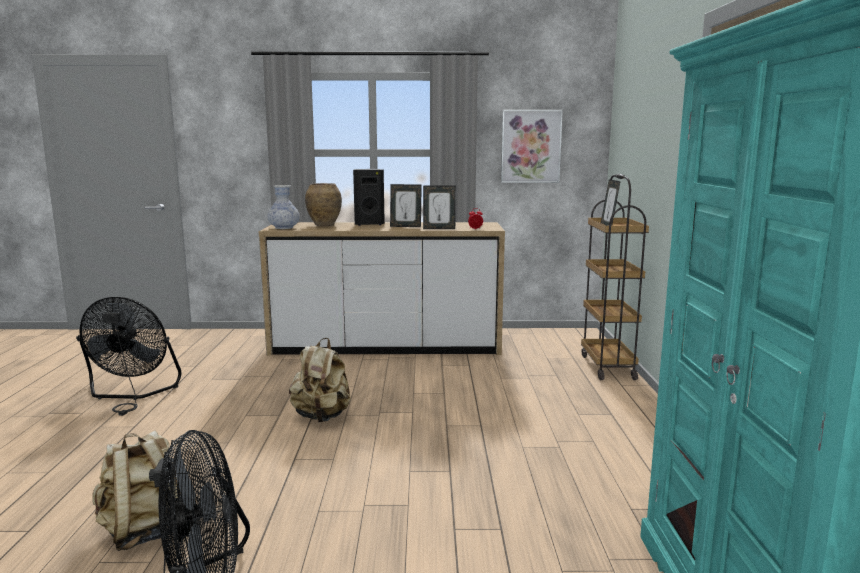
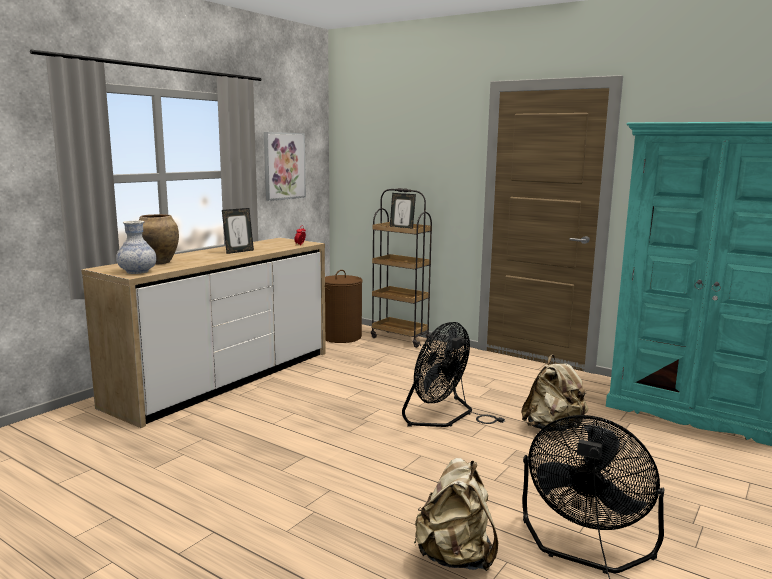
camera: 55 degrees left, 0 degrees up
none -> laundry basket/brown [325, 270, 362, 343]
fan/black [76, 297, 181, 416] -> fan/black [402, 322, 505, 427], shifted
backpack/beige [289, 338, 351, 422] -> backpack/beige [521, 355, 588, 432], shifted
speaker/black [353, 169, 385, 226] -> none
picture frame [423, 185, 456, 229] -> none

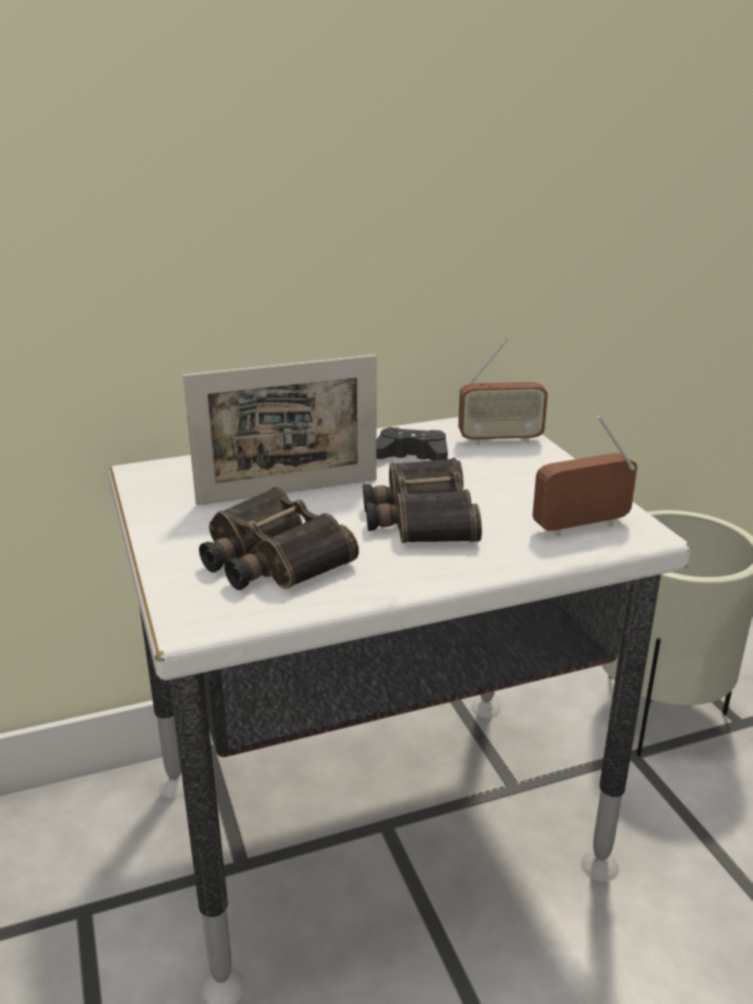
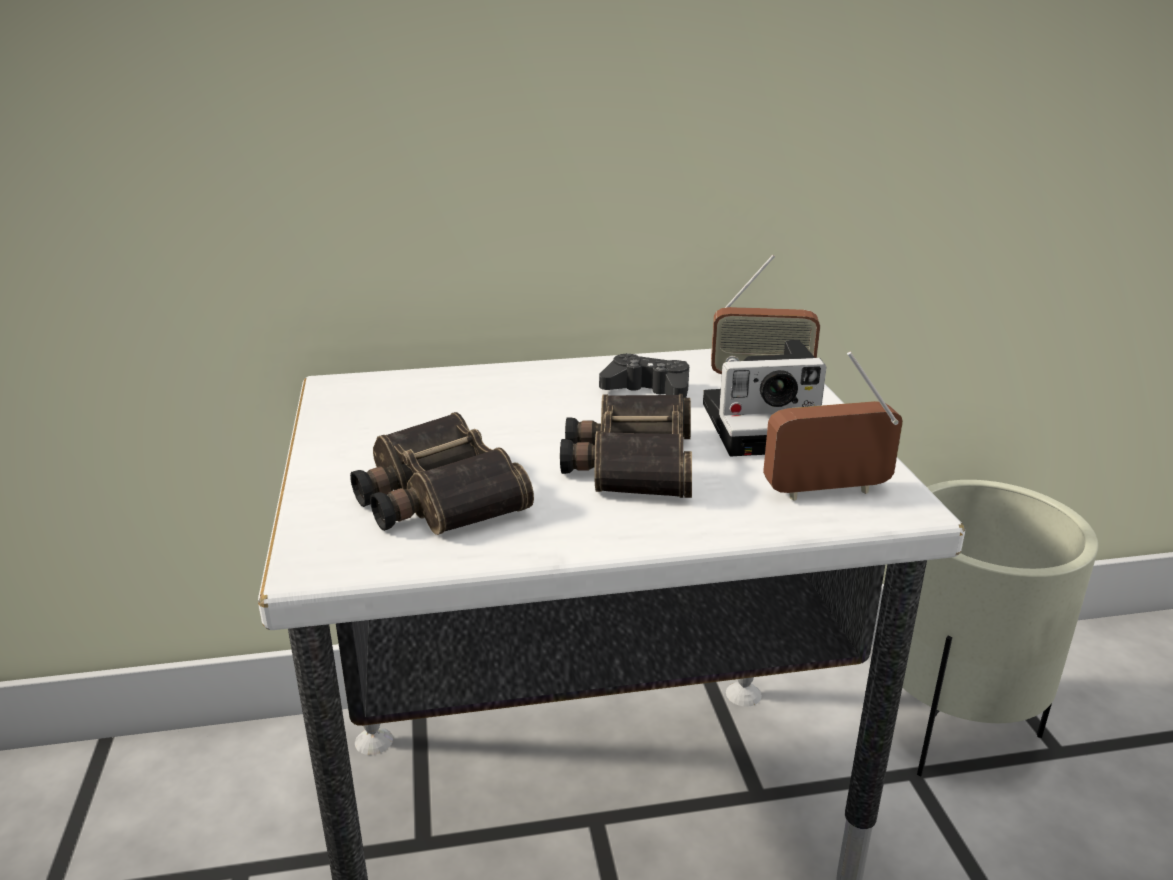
camera: 10 degrees right, 0 degrees up
none -> photo camera [703, 340, 826, 456]
picture frame [183, 355, 377, 505] -> none

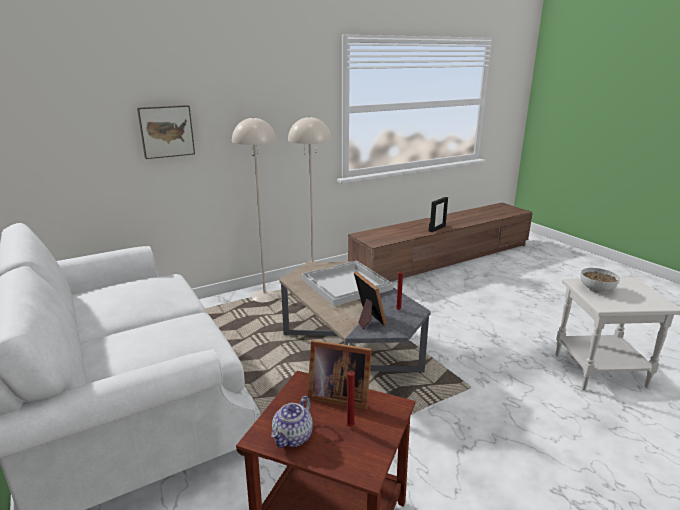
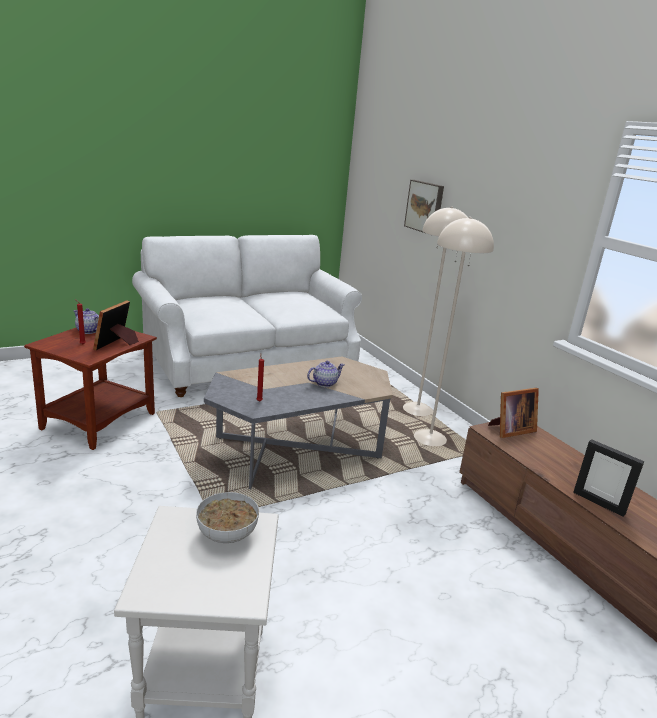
camera: 90 degrees right, 0 degrees up
tray/white [302, 260, 393, 306] -> teapot [307, 361, 345, 387]
picture frame [354, 272, 387, 329] -> picture frame [488, 388, 539, 438], shifted

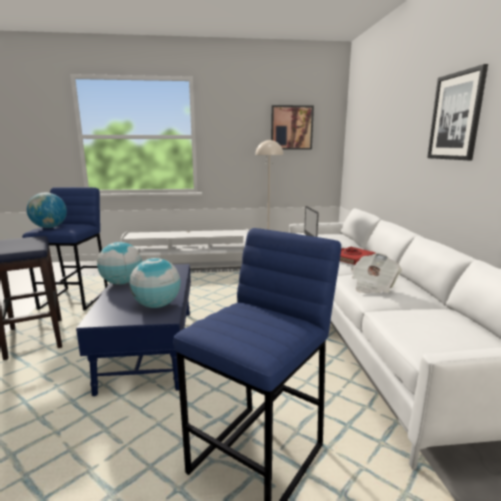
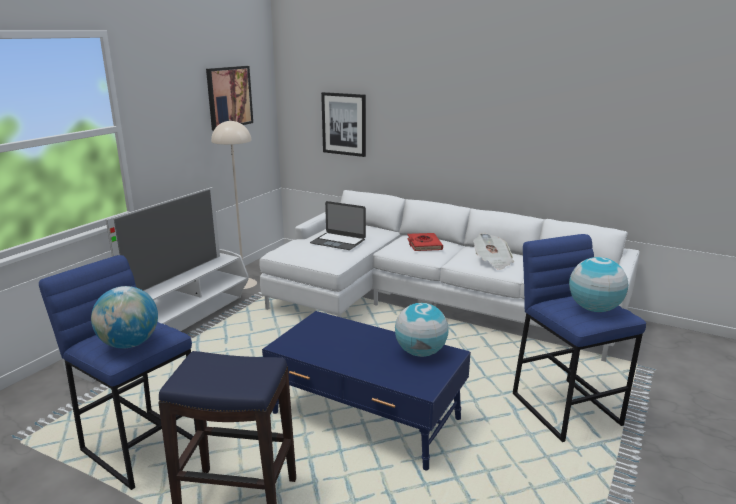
camera: 55 degrees left, 5 degrees up
none -> television [106, 187, 220, 291]
picture [427, 64, 488, 160] -> picture [321, 92, 366, 157], shifted
globe [97, 242, 142, 285] -> globe [569, 257, 628, 312], shifted

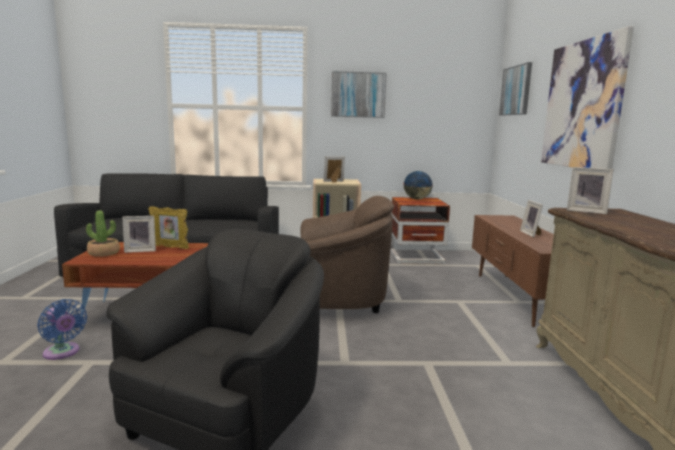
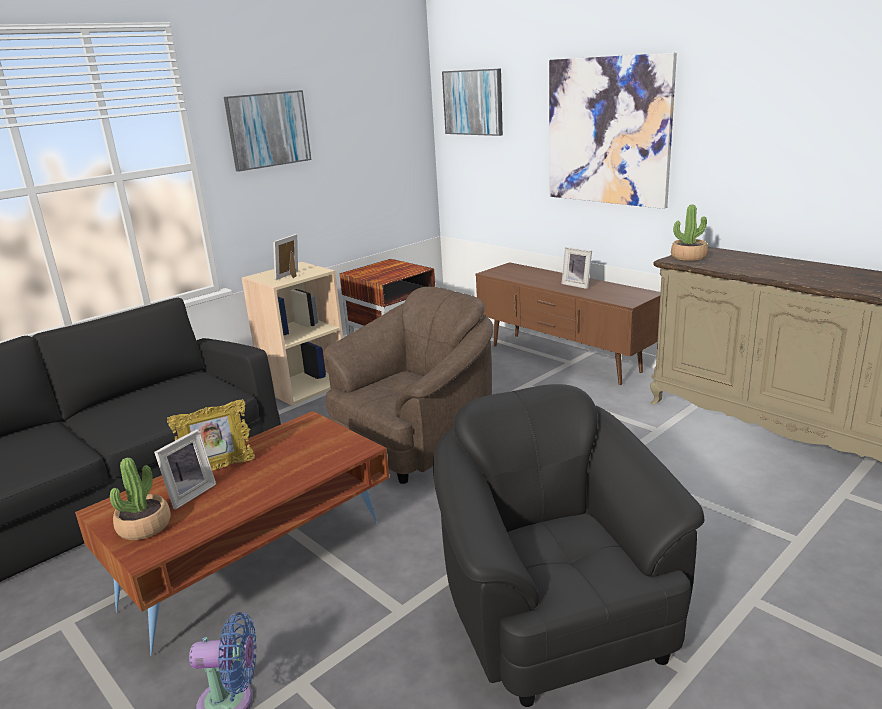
camera: 40 degrees left, 10 degrees up
picture frame [567, 167, 614, 214] -> potted plant [671, 204, 708, 261]
globe [403, 171, 433, 199] -> none

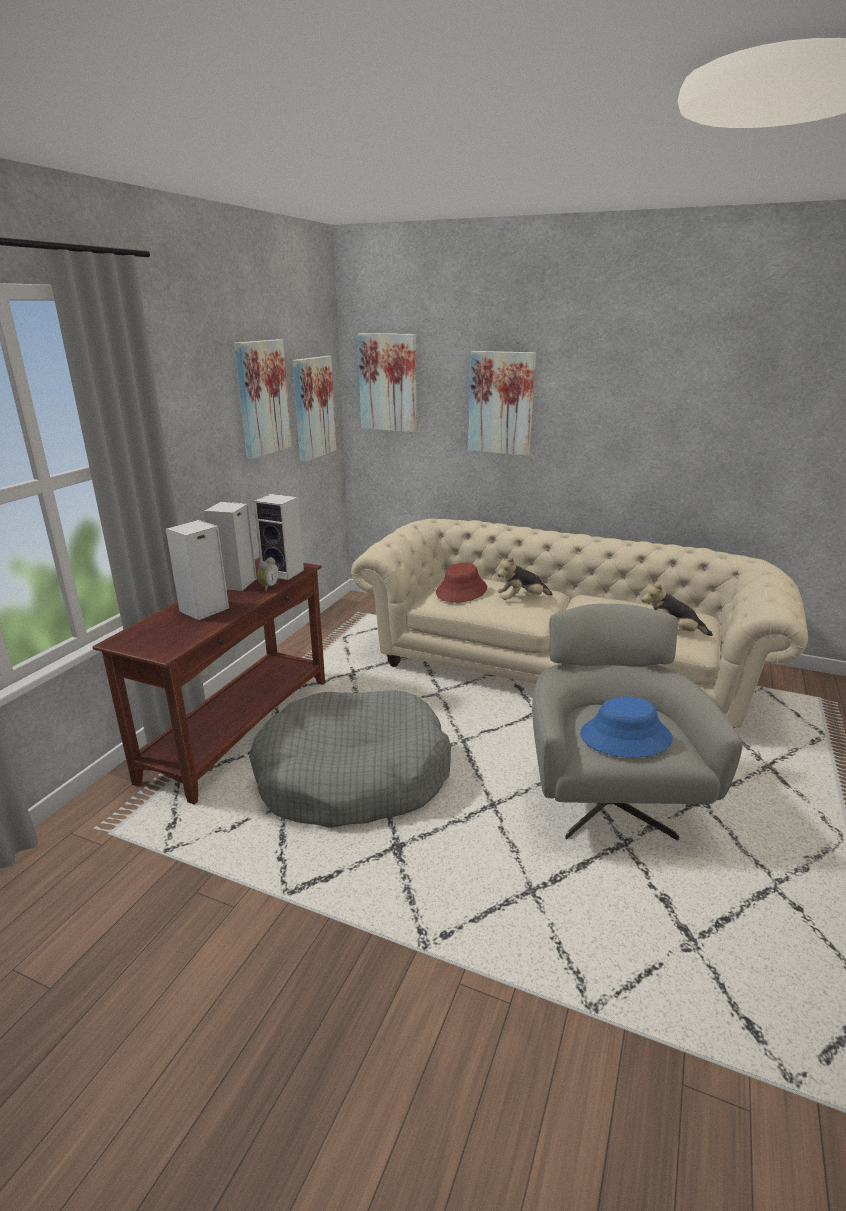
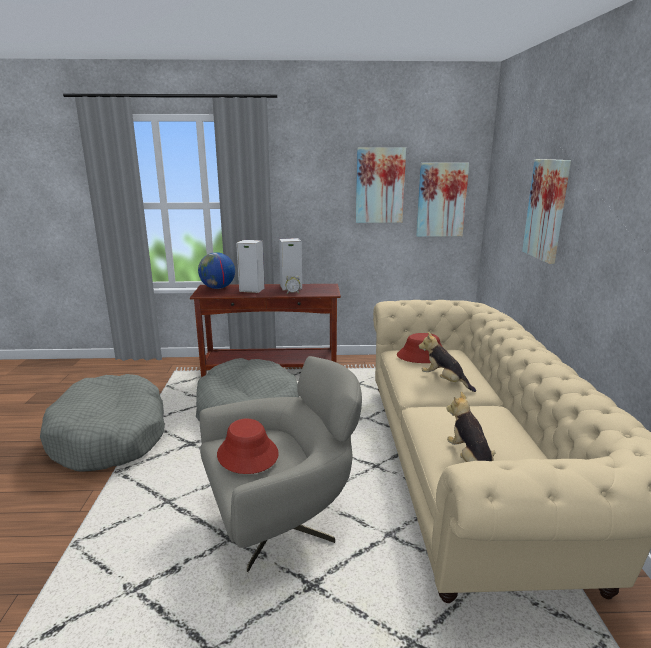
camera: 65 degrees right, 5 degrees down
none -> dog bed/grey [40, 374, 165, 472]
none -> globe [198, 252, 235, 289]
hat/blue [580, 696, 673, 757] -> hat/red [217, 419, 279, 474]
speaker [254, 494, 304, 580] -> none
picture [358, 333, 417, 432] -> none

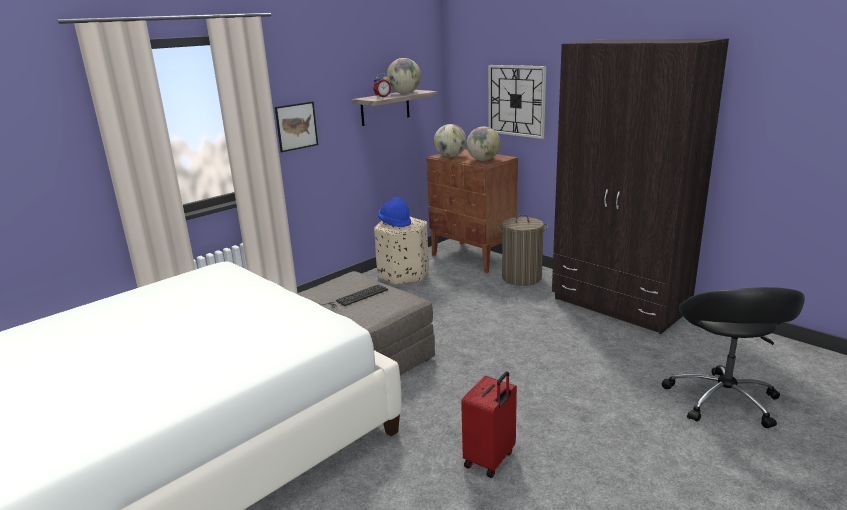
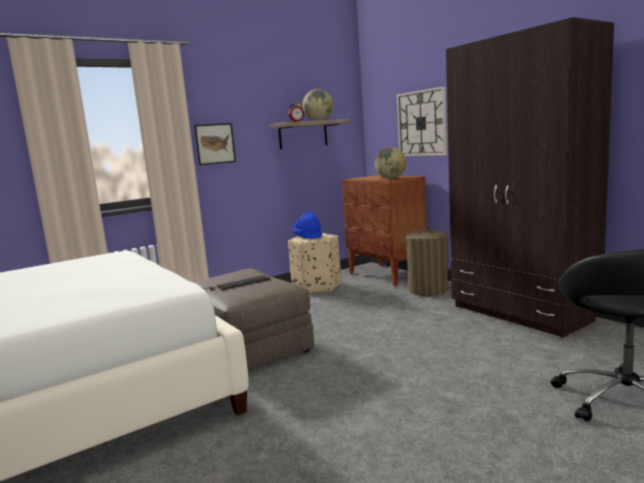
camera: 10 degrees right, 10 degrees down
globe [434, 124, 467, 157] -> none
suitcase/red [461, 371, 517, 478] -> none

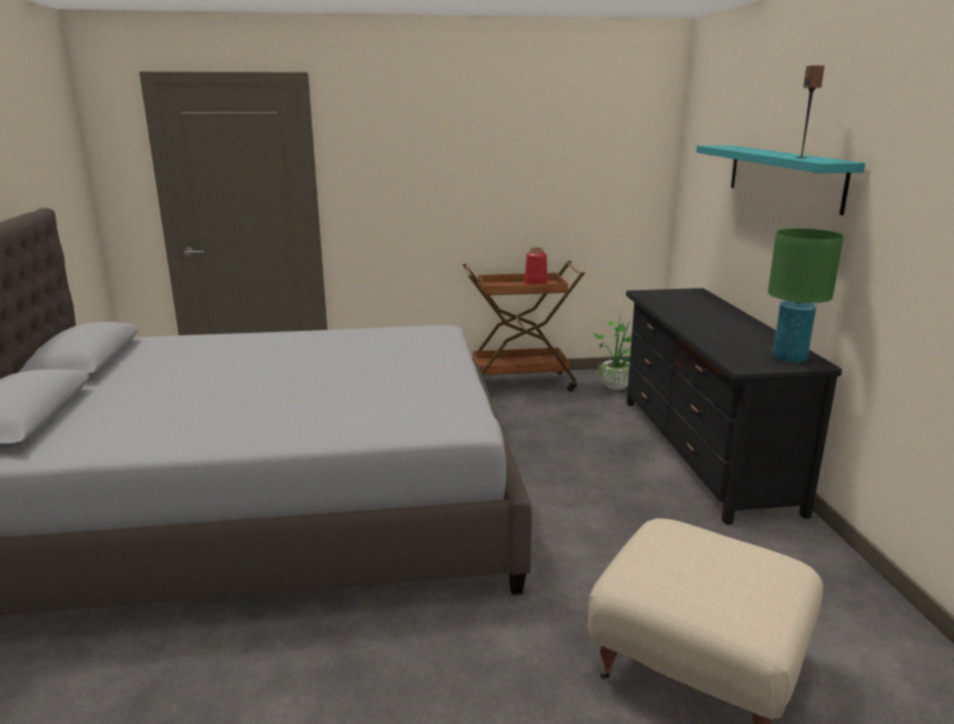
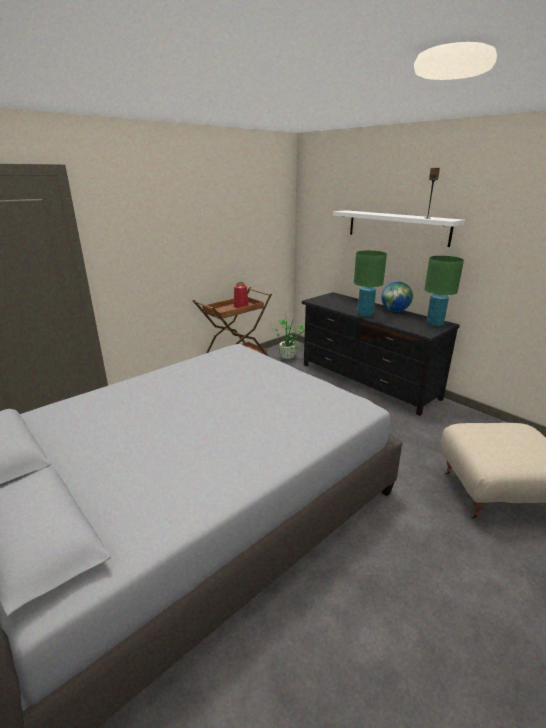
camera: 35 degrees left, 5 degrees up
shelf/turquoise [696, 145, 865, 215] -> shelf/white [333, 210, 465, 247]
none -> table lamp/green [354, 250, 387, 317]
none -> globe [382, 281, 413, 312]

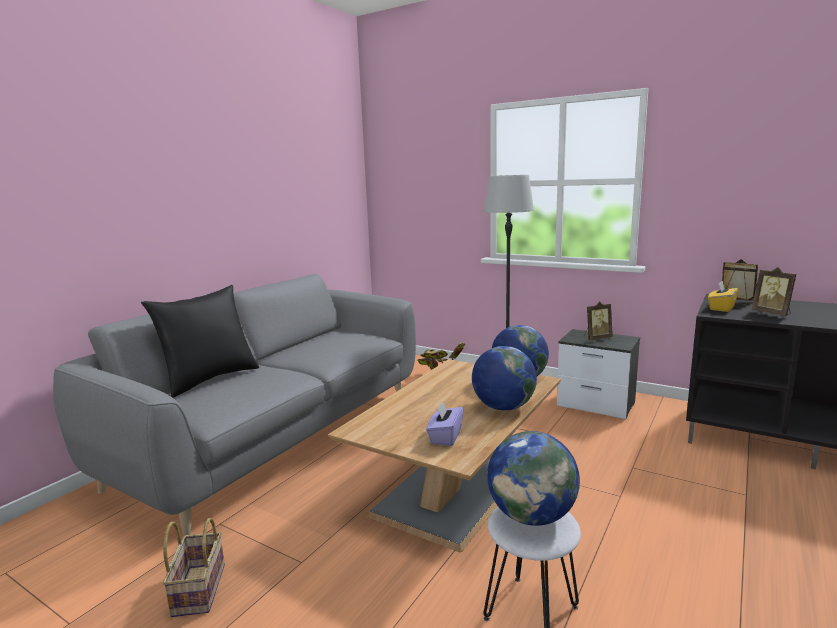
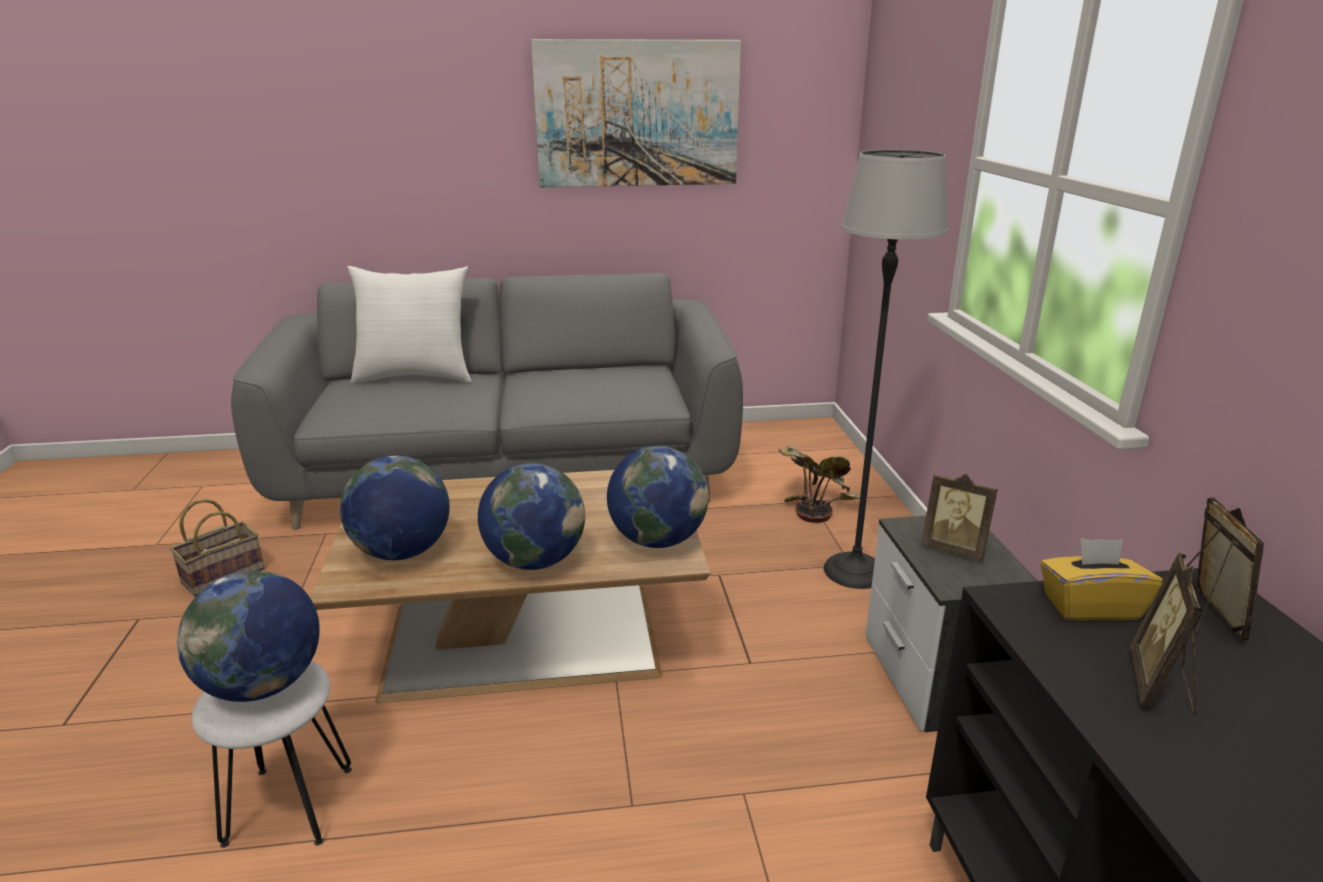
camera: 50 degrees right, 10 degrees up
tissue box/purple [426, 401, 463, 446] -> globe [340, 456, 450, 560]
pillow/black [141, 285, 259, 398] -> pillow/white [347, 266, 472, 383]
none -> picture [531, 39, 741, 187]

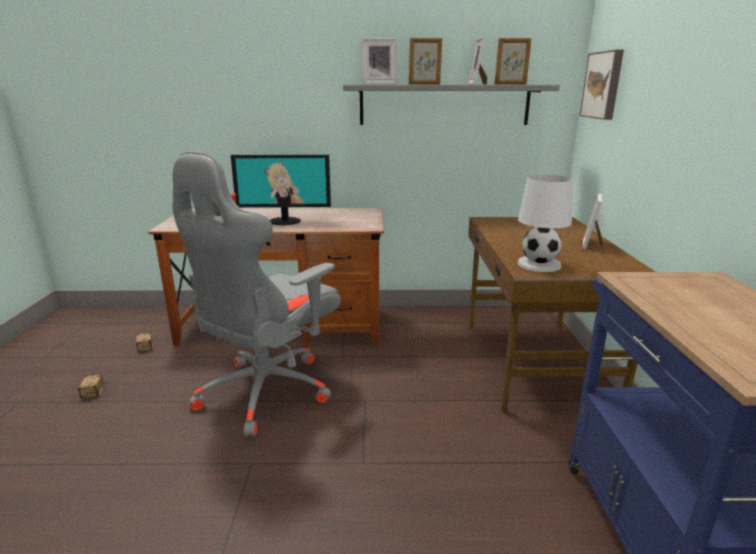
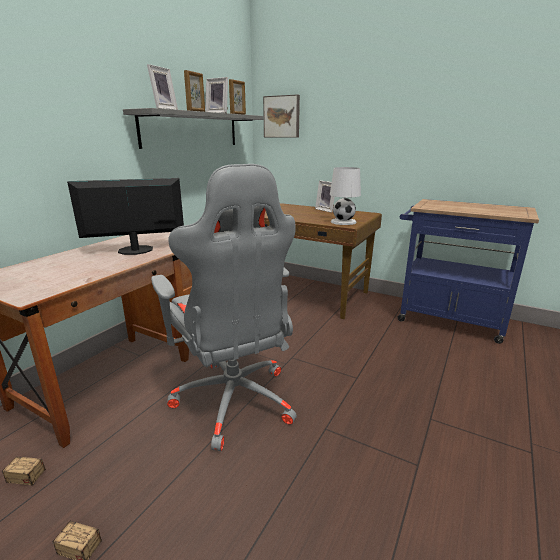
camera: 60 degrees left, 0 degrees up
monitor [231, 154, 331, 225] -> monitor [67, 178, 184, 255], 135 degrees counterclockwise

